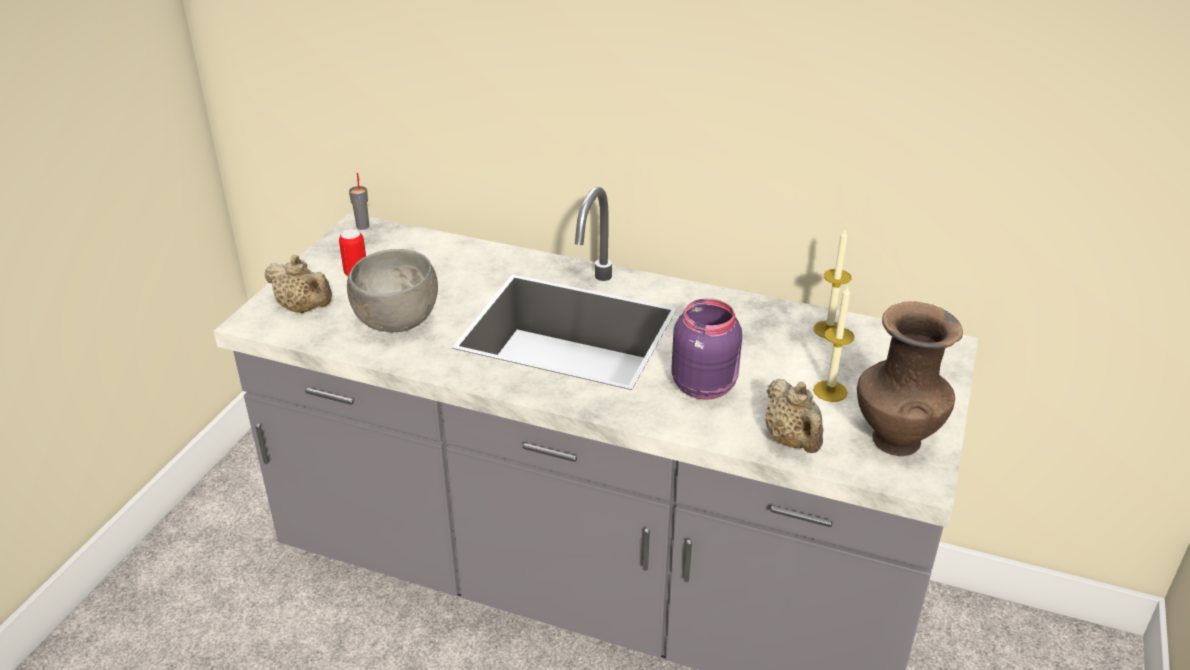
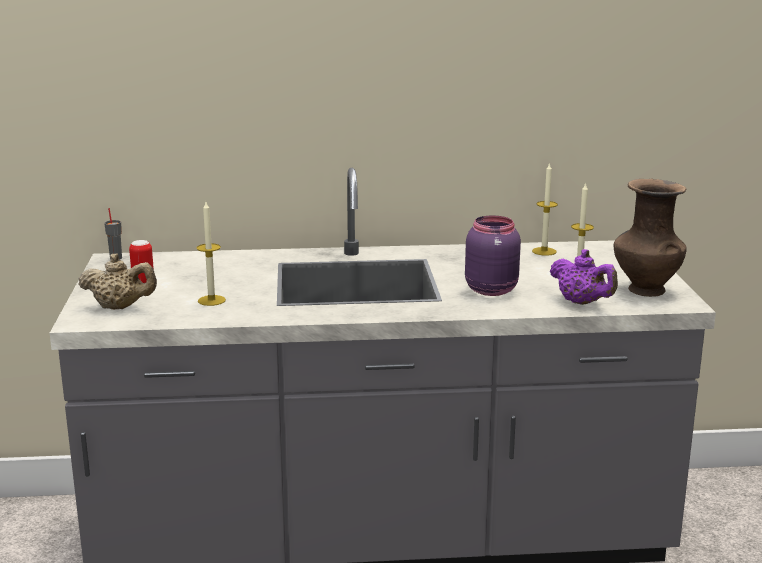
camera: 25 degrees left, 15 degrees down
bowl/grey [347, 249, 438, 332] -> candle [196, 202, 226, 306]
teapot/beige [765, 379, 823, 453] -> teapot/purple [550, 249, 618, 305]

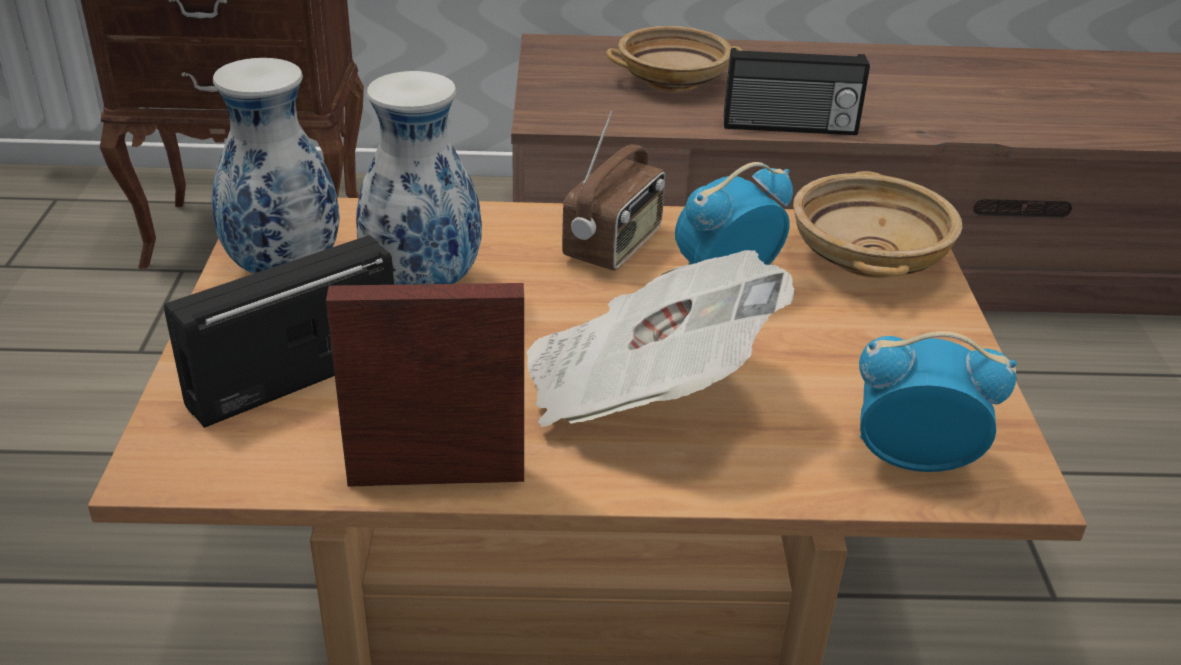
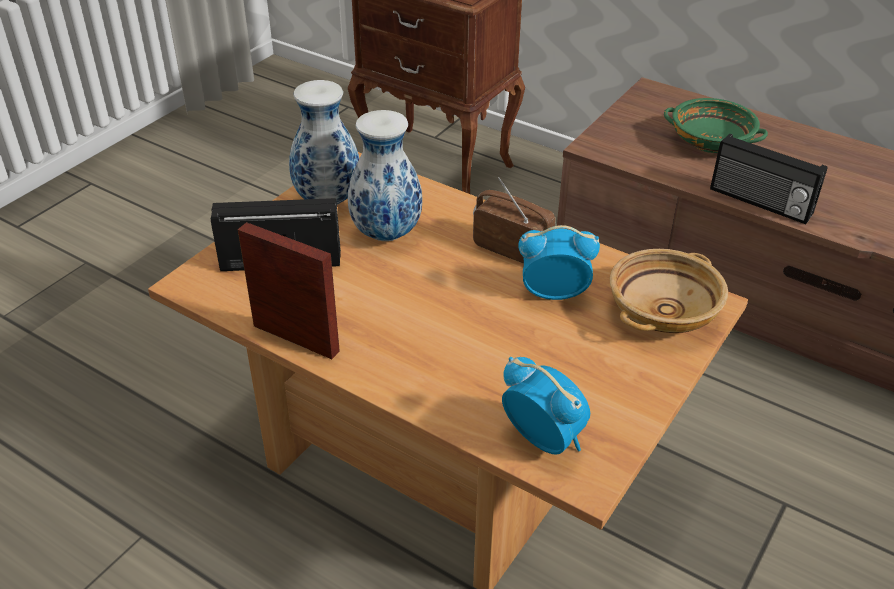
camera: 35 degrees right, 5 degrees up
radio [562, 111, 665, 271] -> radio [473, 177, 555, 264], 120 degrees counterclockwise
bowl/beige [606, 26, 743, 92] -> bowl/green [664, 98, 768, 153]
newspaper [526, 250, 794, 427] -> none

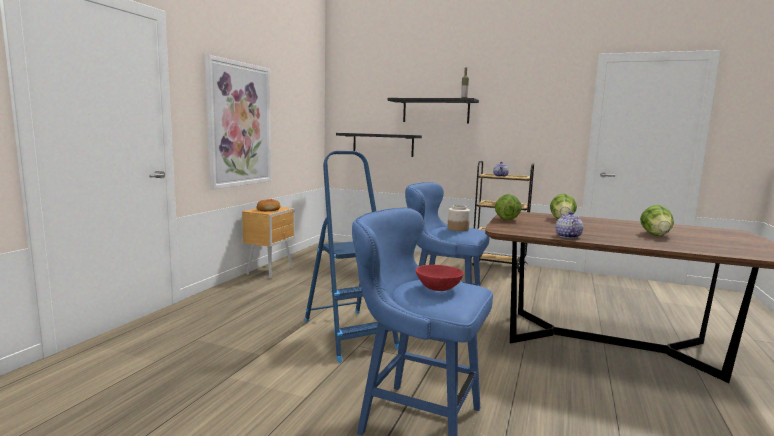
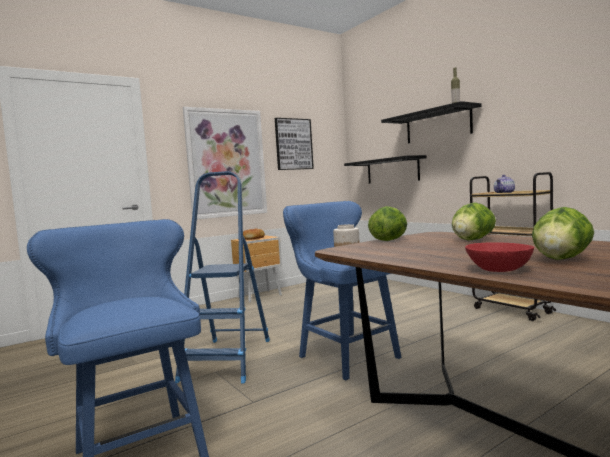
camera: 35 degrees right, 5 degrees down
none -> picture [275, 118, 314, 170]
bowl/red [416, 265, 464, 291] -> bowl/red [465, 242, 534, 272], shifted
teapot [555, 212, 583, 239] -> none

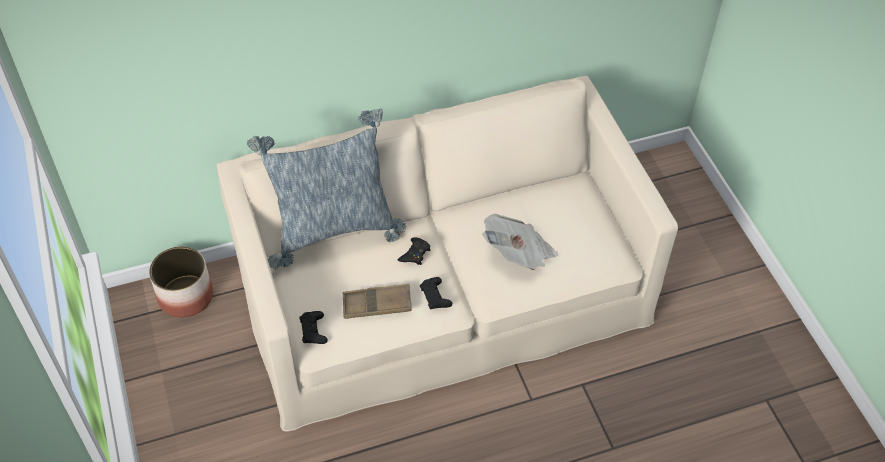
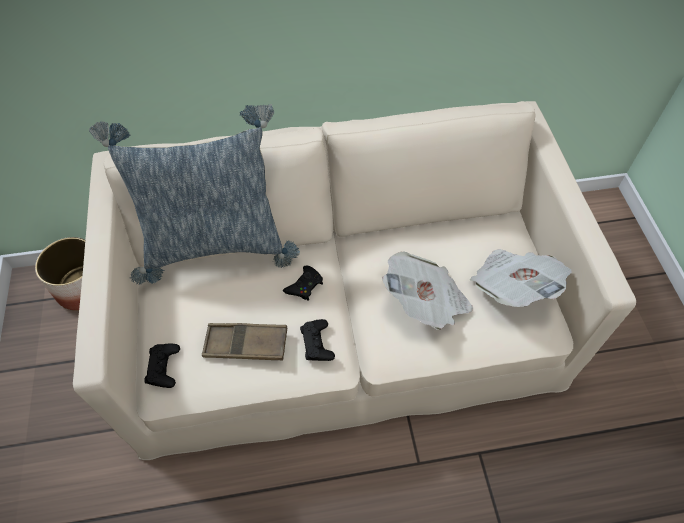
camera: 10 degrees right, 5 degrees up
none -> newspaper [470, 249, 572, 307]

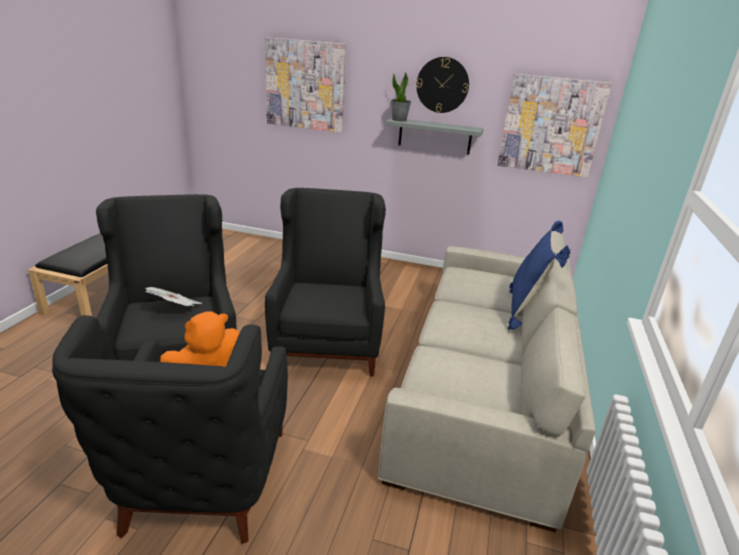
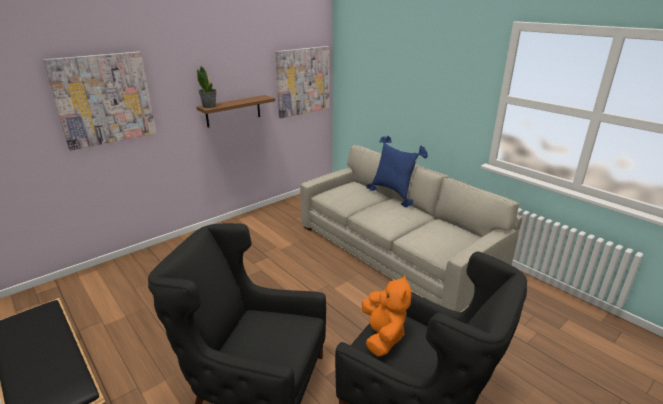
camera: 55 degrees left, 0 degrees up
shelf/grey [385, 118, 484, 154] -> shelf/brown [197, 95, 275, 128]
newspaper [145, 287, 202, 306] -> none
armchair/black [265, 188, 386, 376] -> none
wall clock [416, 57, 469, 113] -> none

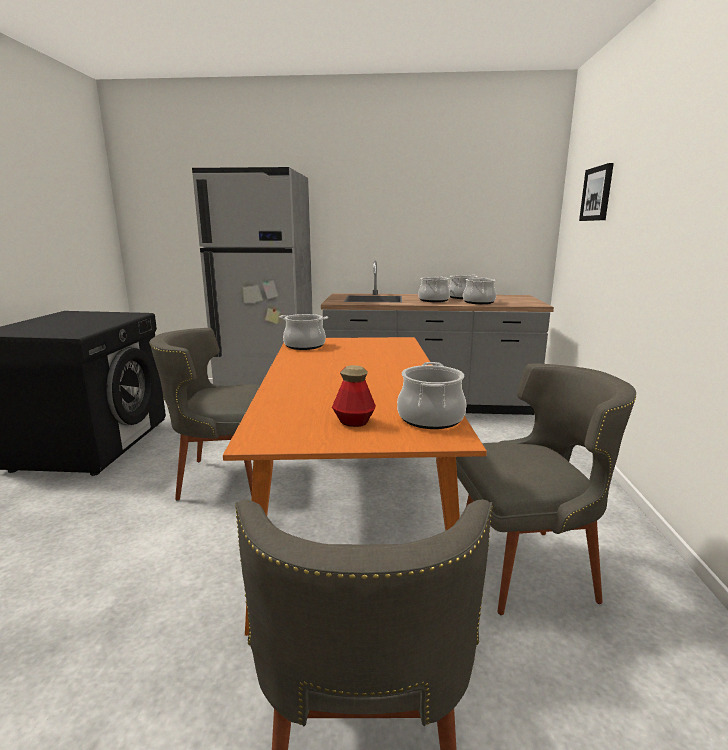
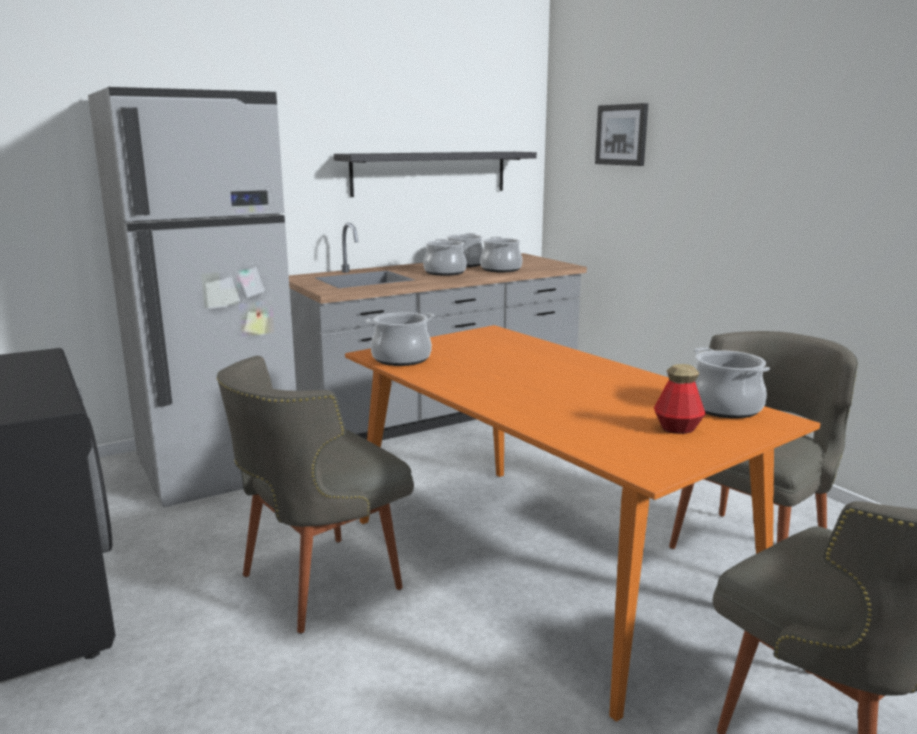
camera: 35 degrees left, 0 degrees up
none -> shelf/black [334, 152, 537, 197]

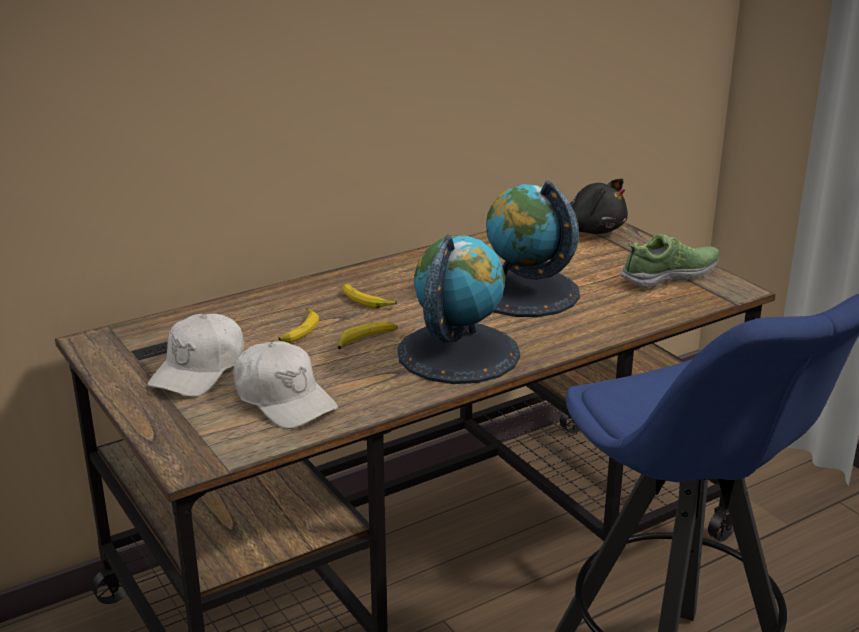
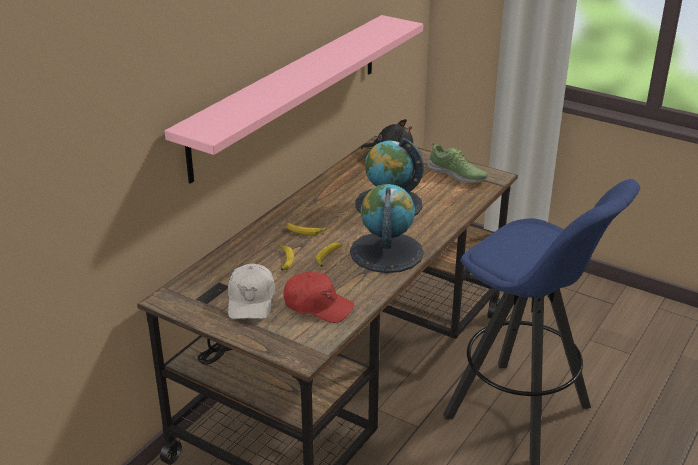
camera: 25 degrees left, 5 degrees up
none -> shelf/pink [165, 15, 423, 184]
cap/white [233, 341, 338, 429] -> cap/red [283, 272, 354, 323]
shoe [621, 234, 719, 288] -> shoe [428, 142, 488, 183], 90 degrees clockwise

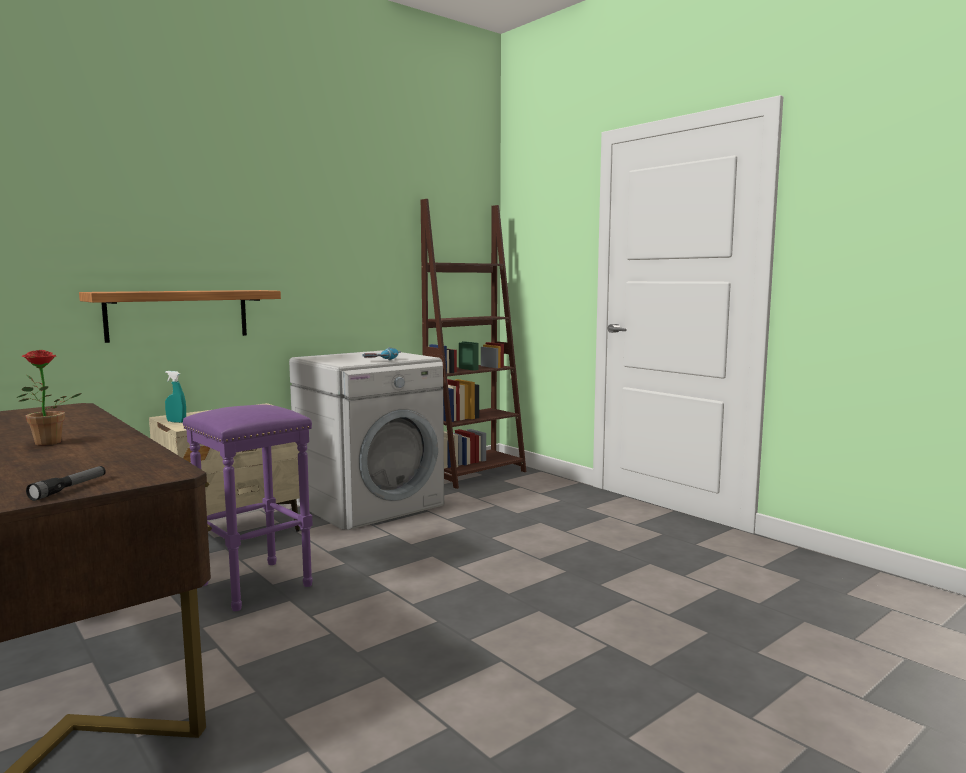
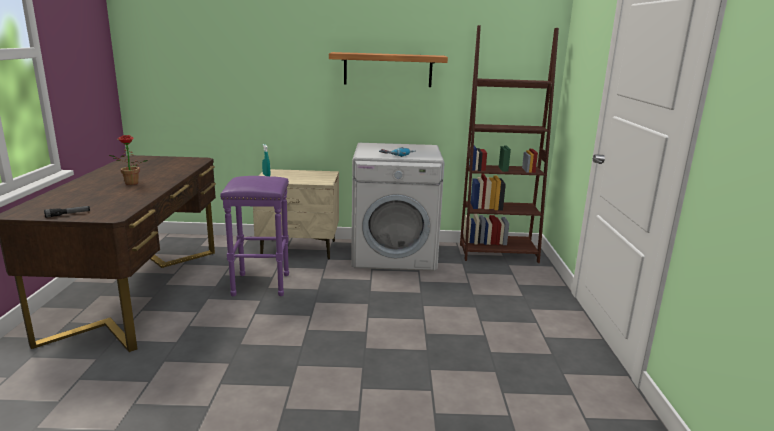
camera: 40 degrees right, 10 degrees up
shelf [79, 290, 281, 343] -> shelf [329, 52, 448, 87], shifted

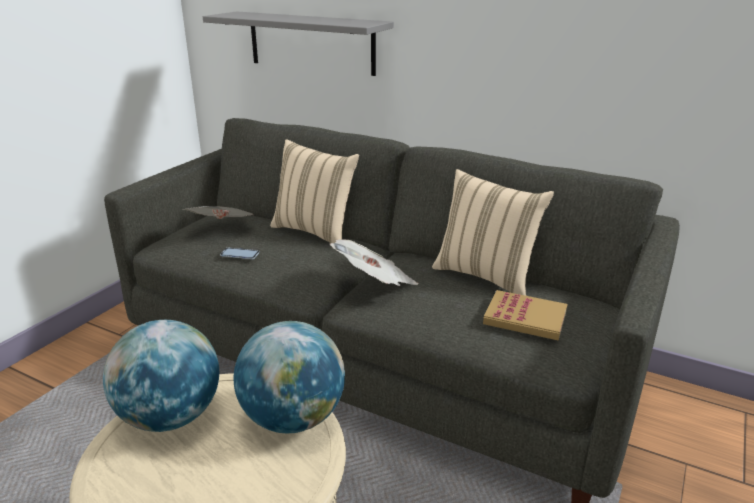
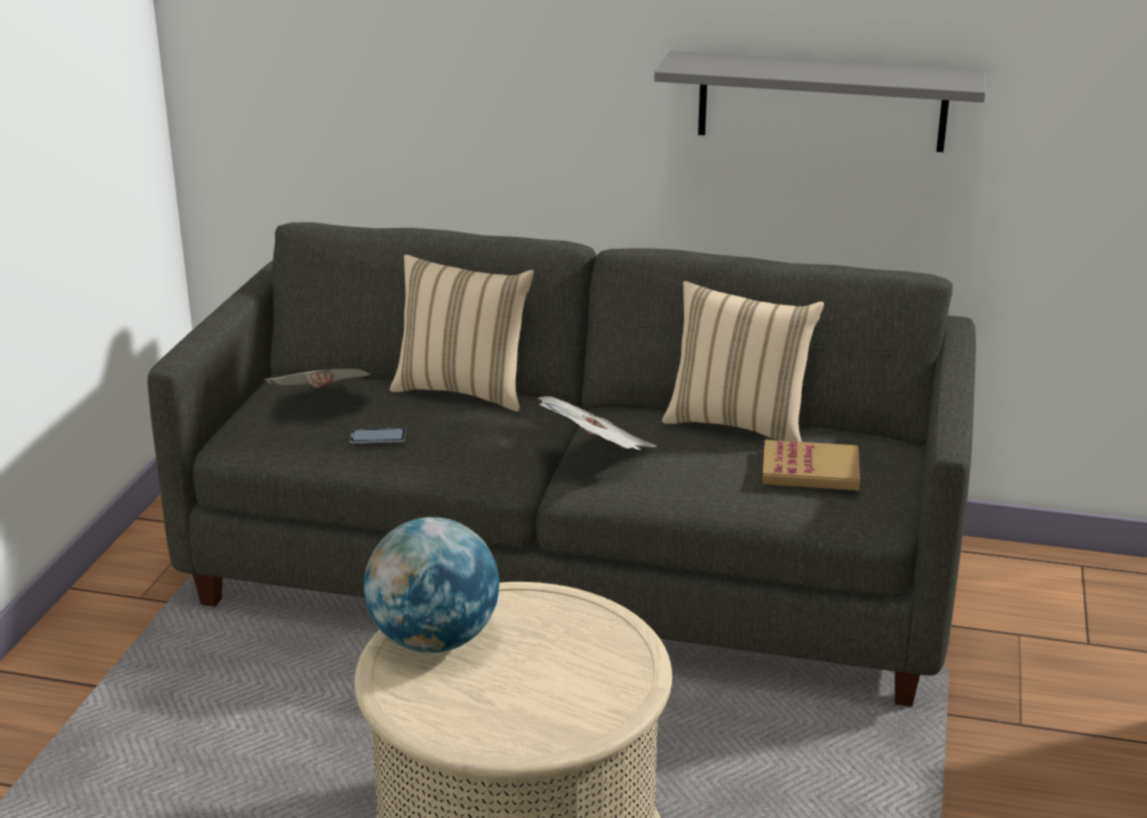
camera: 15 degrees left, 0 degrees up
shelf/grey [203, 11, 394, 76] -> shelf/grey [654, 51, 986, 152], shifted
globe [234, 321, 345, 433] -> none

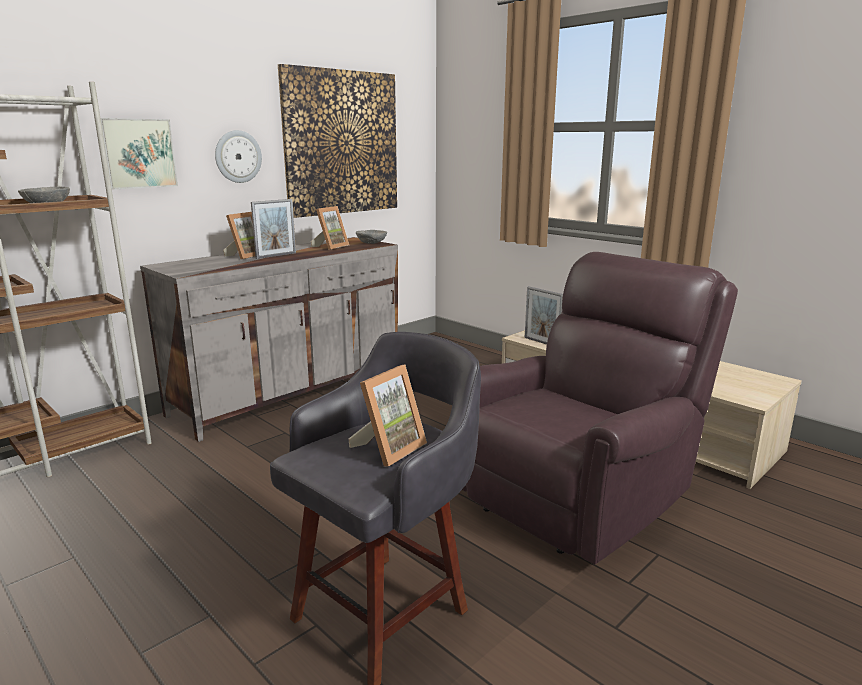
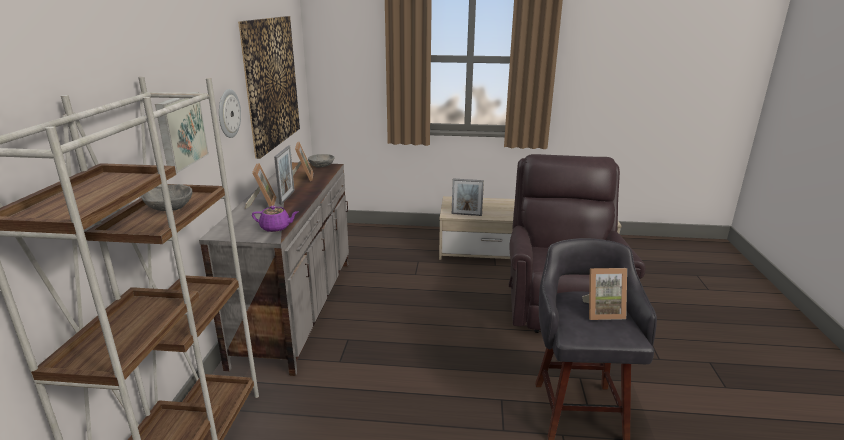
camera: 40 degrees left, 5 degrees up
none -> teapot/purple [252, 205, 298, 232]
picture frame [348, 365, 427, 466] -> picture frame [582, 268, 627, 320], 90 degrees clockwise

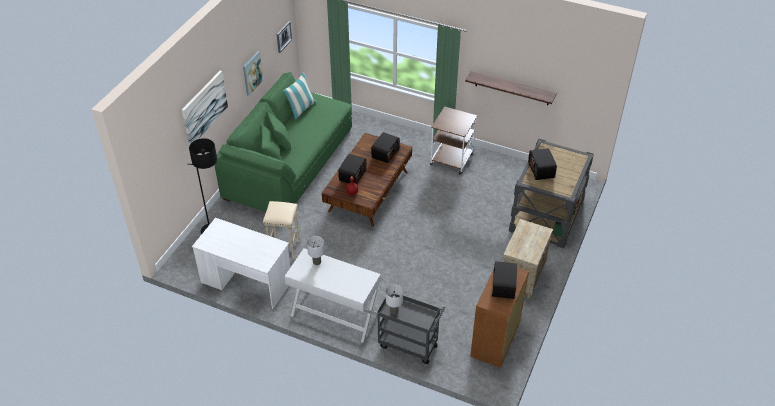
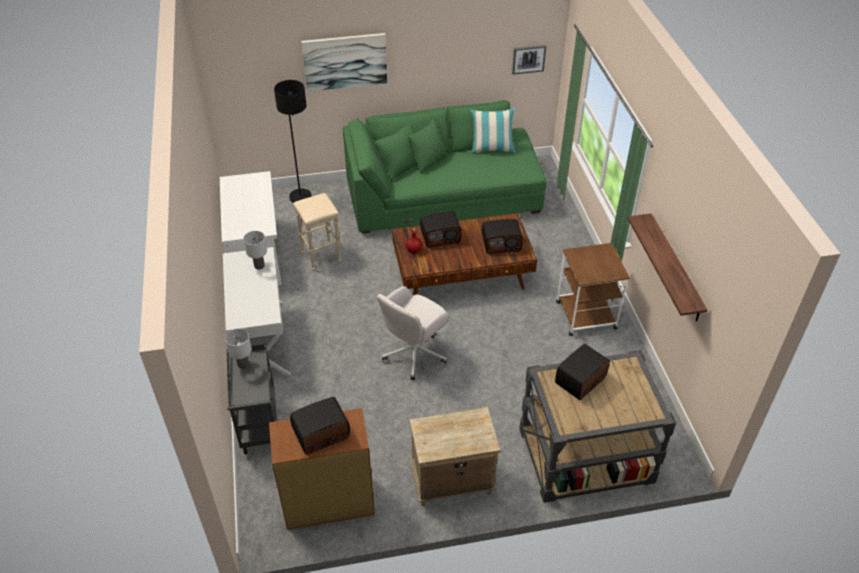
camera: 55 degrees right, 0 degrees up
none -> office chair/white [377, 286, 449, 380]
picture [243, 51, 263, 96] -> none

